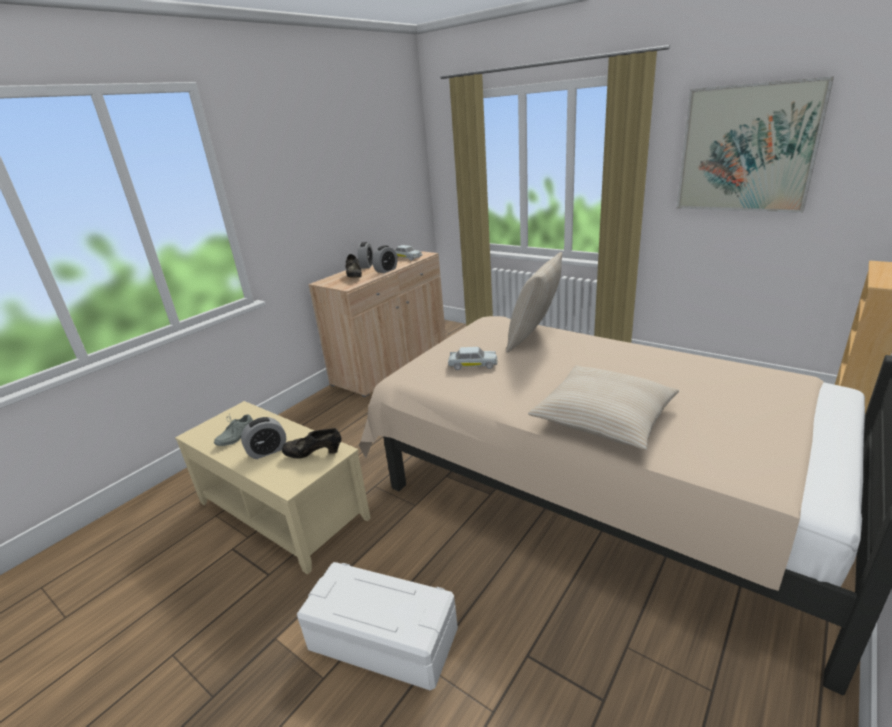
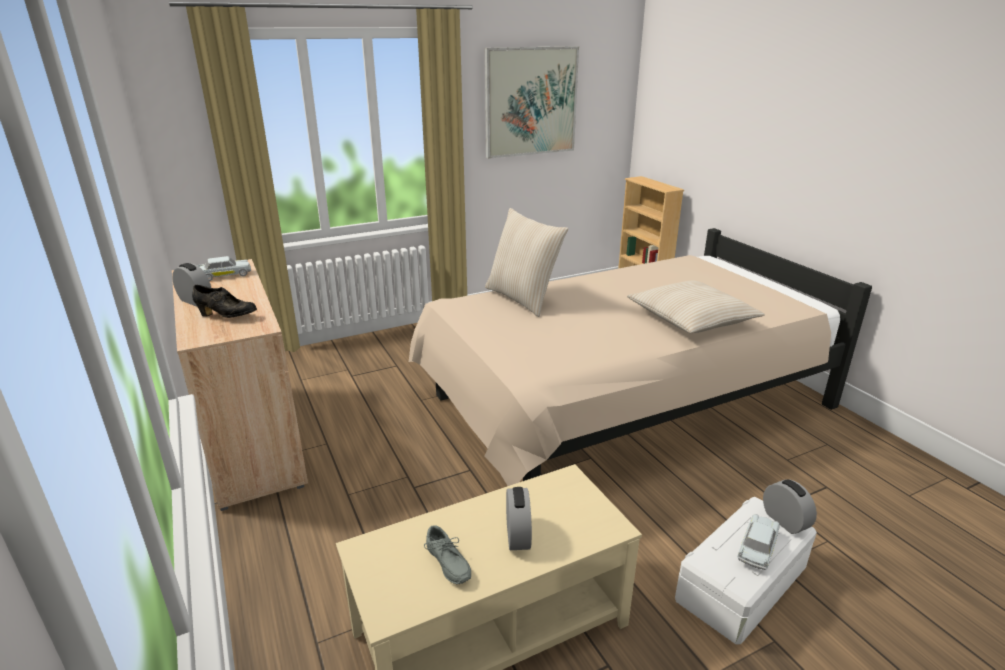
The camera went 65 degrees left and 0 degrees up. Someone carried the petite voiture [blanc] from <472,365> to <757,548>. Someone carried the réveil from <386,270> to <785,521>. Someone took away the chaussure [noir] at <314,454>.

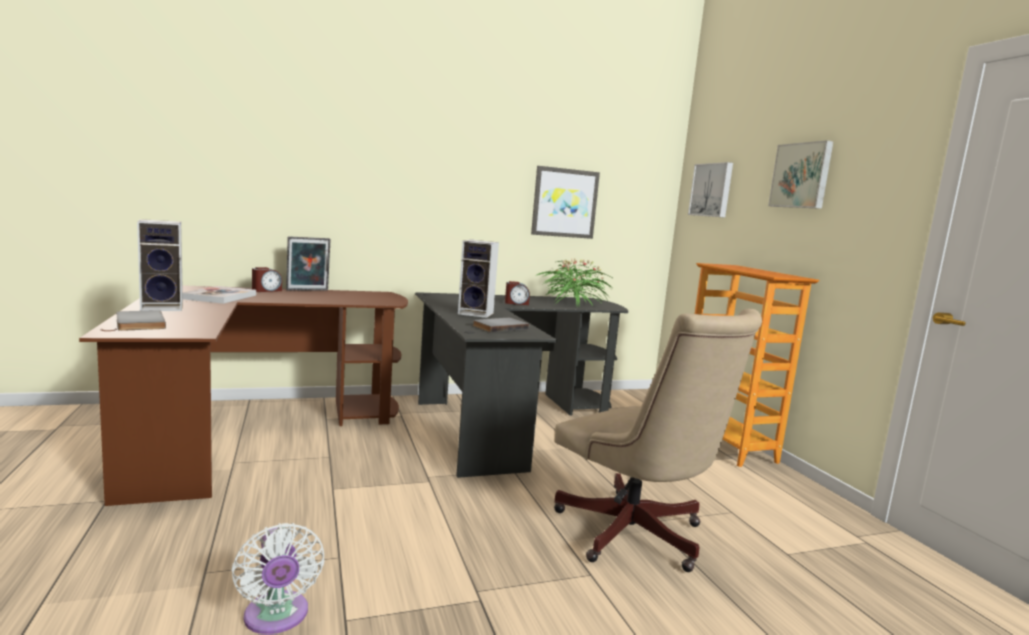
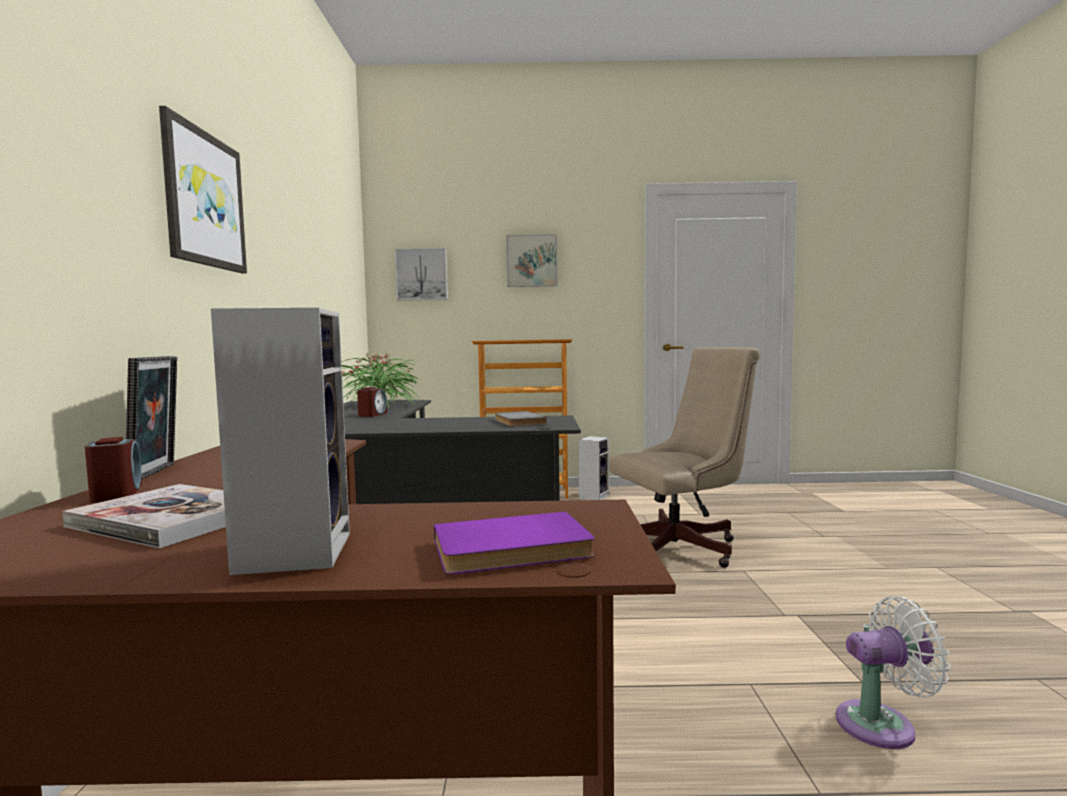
The camera went 70 degrees left and 5 degrees down. Someone carried the tableau from <564,203> to <203,199>. Someone repainted the livre [gris] at <138,323>, which became the livre [violet] at <513,550>. Someone carried the enceinte from <477,313> to <594,496>.

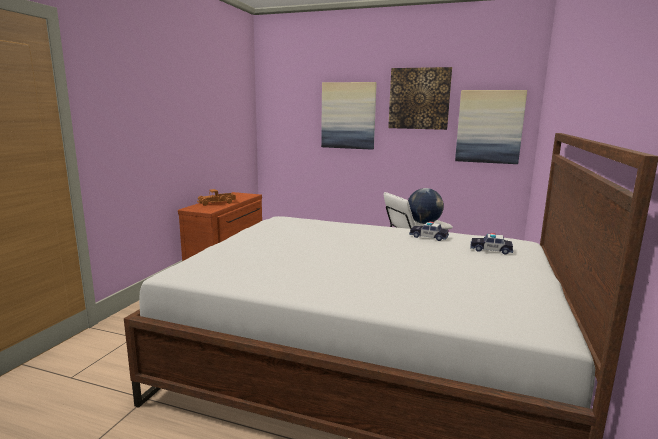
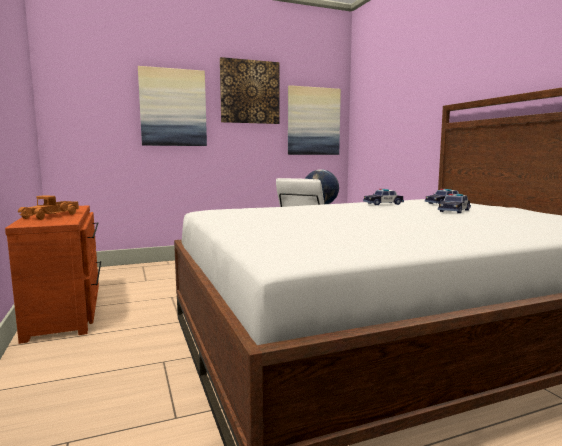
The camera went 40 degrees left and 5 degrees down. Someone put down the petite voiture at <454,211>.

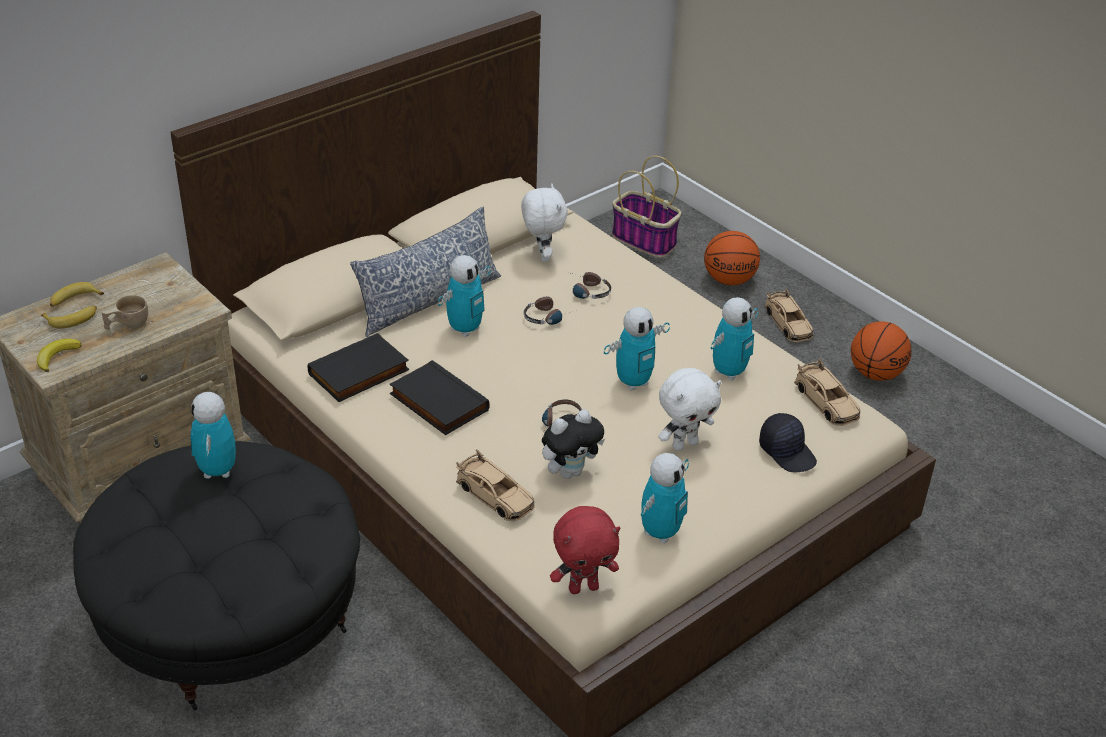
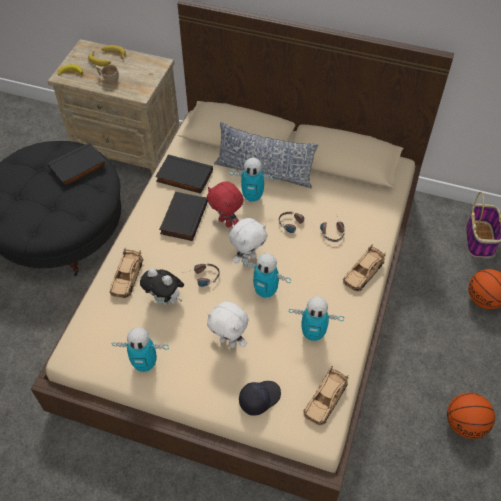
The camera went 60 degrees right and 15 degrees up. Someone swapped the robot jouet at <217,471> for the livre [noir] at <78,168>. Someone carried the peluche [rouge] from <583,587> to <226,222>. Someone carried the peluche [blanc] from <542,256> to <248,258>. Someone rotated the casquette [noir] at <787,452> by 150 degrees counterclockwise. Someone carried the petite voiture [beige] from <788,323> to <363,272>.

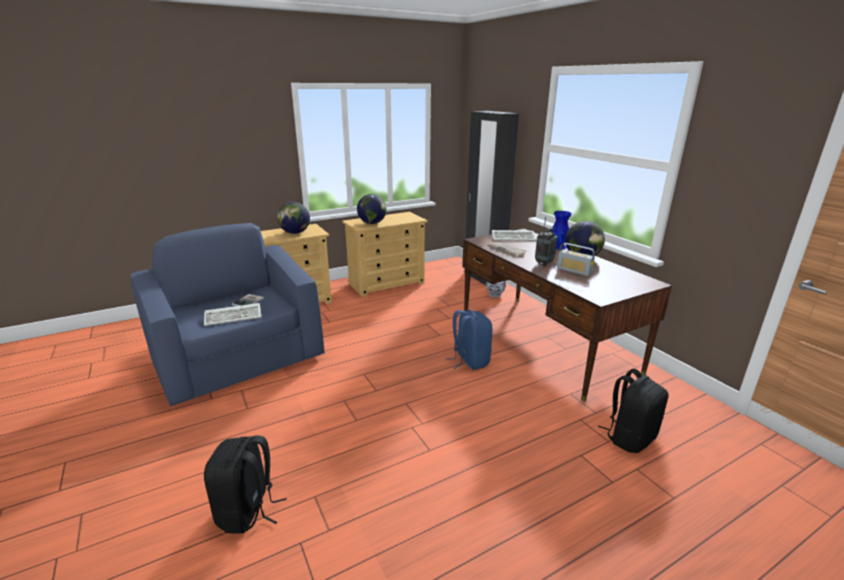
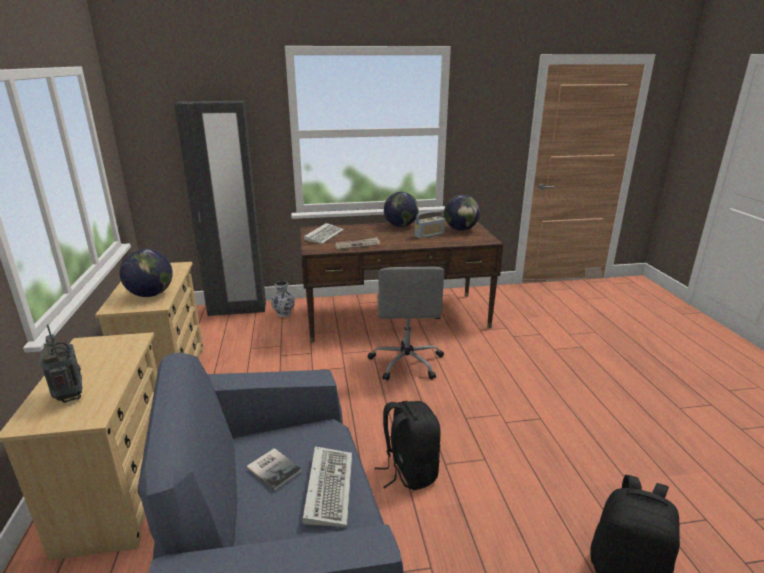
The camera went 70 degrees left and 0 degrees up. Someone carried the radio from <544,264> to <70,396>. Someone swapped the sac à dos [bleu] at <469,360> for the chaise de bureau [gris] at <406,362>. Someone carried the sac à dos [noir] from <629,437> to <409,471>. Someone carried the globe from <295,233> to <460,229>. Someone took away the vase [bleu] at <558,246>.

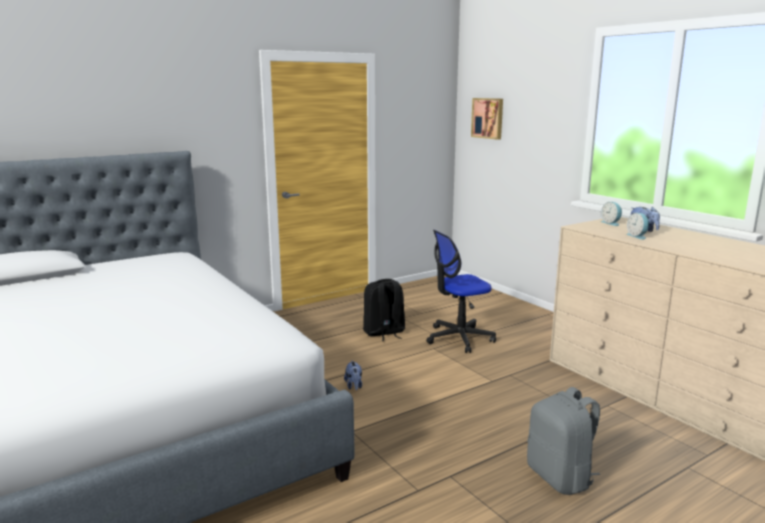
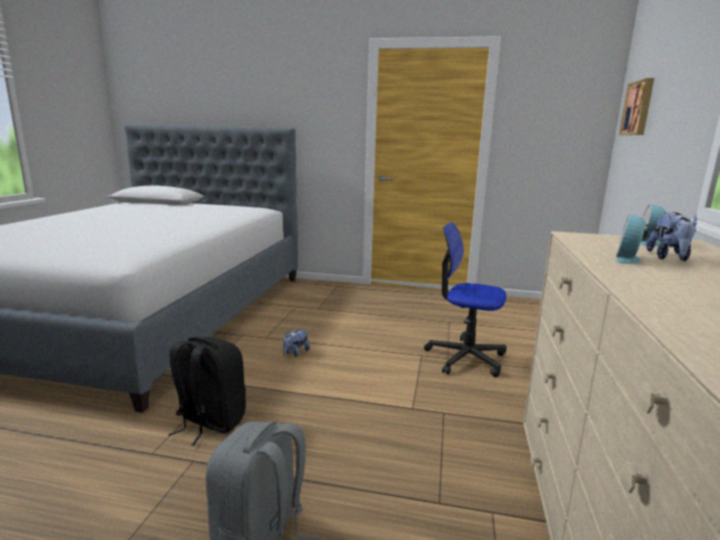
The camera went 45 degrees right and 0 degrees up. Someone carried the sac à dos [noir] from <384,333> to <209,422>.

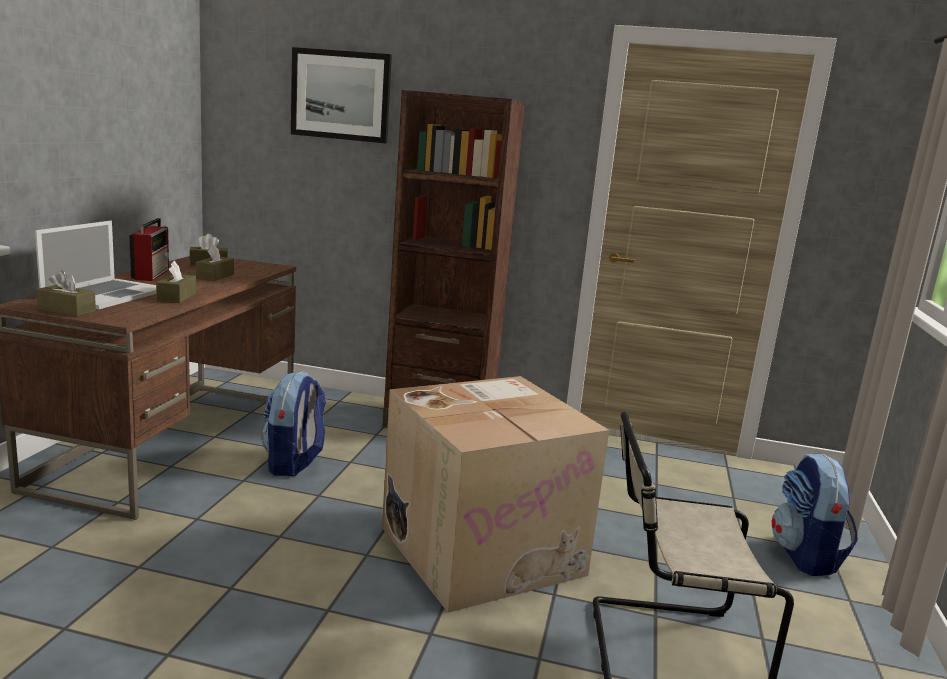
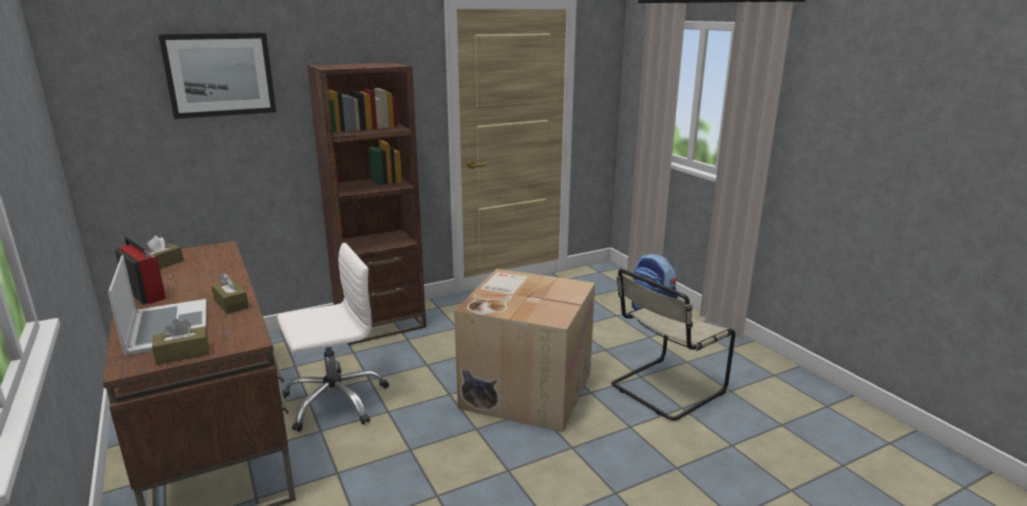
The camera went 40 degrees left and 5 degrees up. Someone swapped the sac à dos at <294,463> for the chaise de bureau [blanc] at <334,400>. Someone took away the boîte à mouchoirs [marron] at <215,276>.

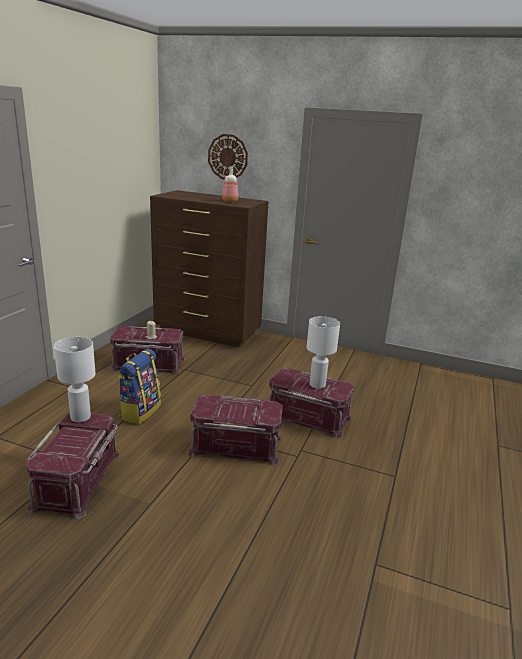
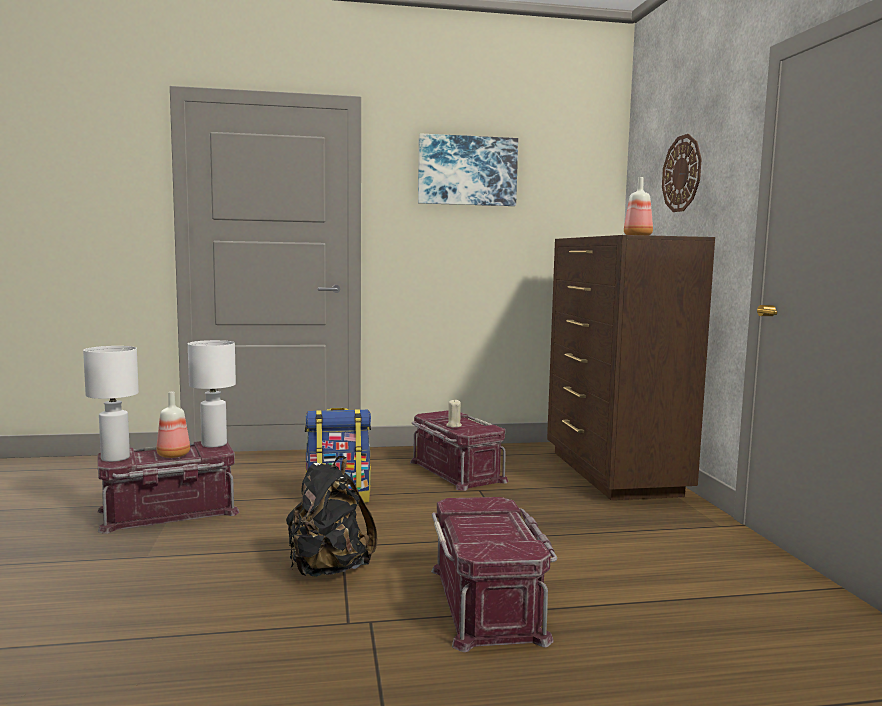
The camera went 60 degrees right and 15 degrees down. Someone carried the lampe de table [blanc] from <317,385> to <115,458>. Someone put down the bouteille at <172,455>. Someone swapped the boîte de rangement [rouge] at <236,445> for the sac à dos [noir] at <327,569>. Someone put up the tableau at <467,171>.

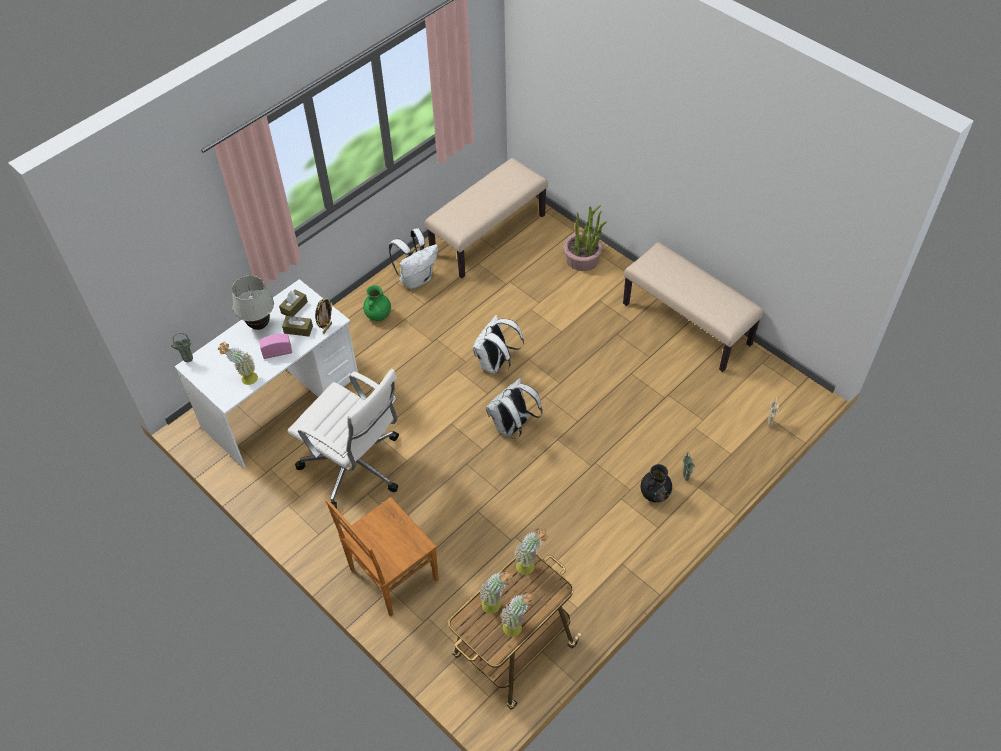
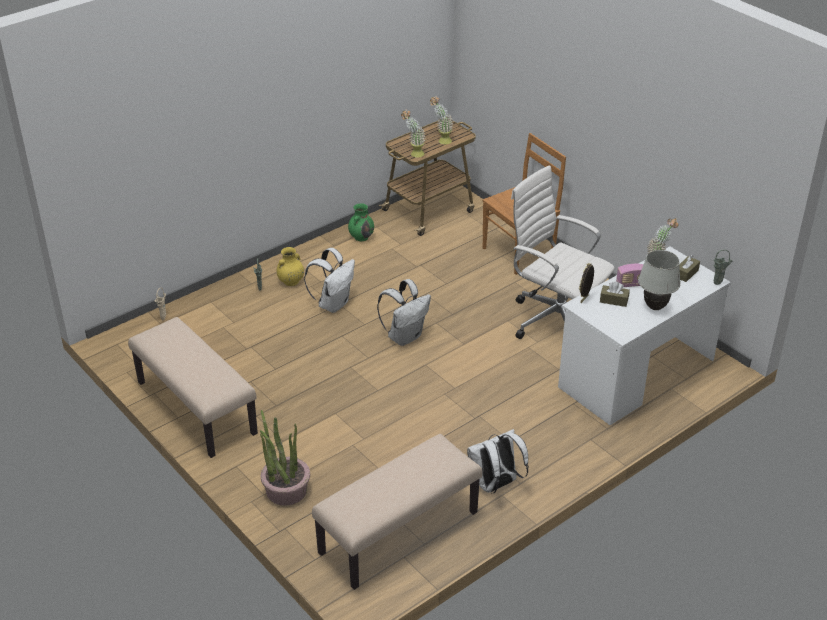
The camera went 175 degrees left and 15 degrees down. Someone repainted the vase [noir] at <655,494>, which became the vase [jaune] at <290,282>. Someone carried the sac à dos [blanc] from <495,364> to <333,304>. Someone carried the vase [vert] from <378,316> to <361,237>. Someone carried the boîte à mouchoirs [marron] from <294,307> to <686,273>. Someone took away the plante en pot at <517,627>.

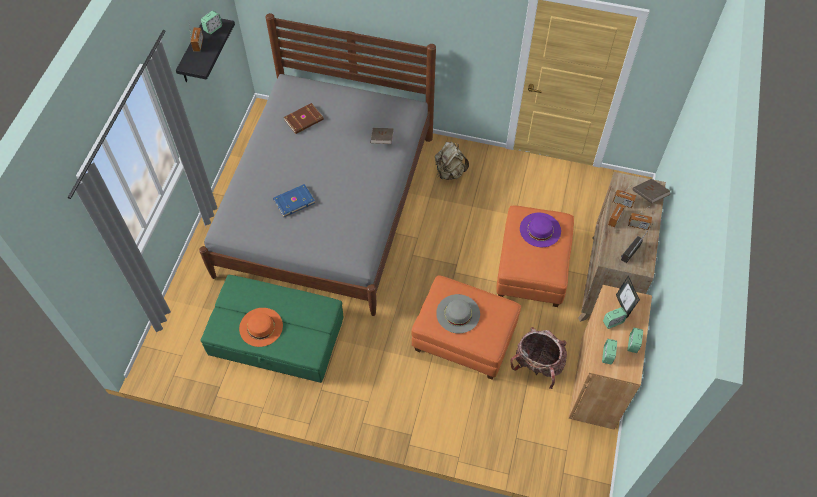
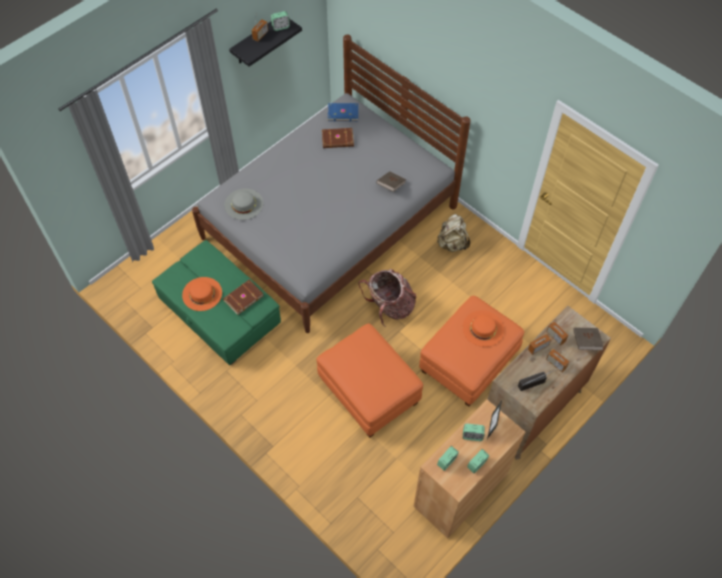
The camera went 30 degrees right and 0 degrees up. Someone put down the livre [marron] at <242,297>. Someone carried the chapeau [gris] from <458,313> to <244,204>. Someone carried the livre [bleu] from <293,201> to <342,113>. Someone carried the sac à dos from <537,365> to <389,307>. Someone repainted the chapeau [violet] at <540,229>, which became the chapeau [orange] at <483,328>.

